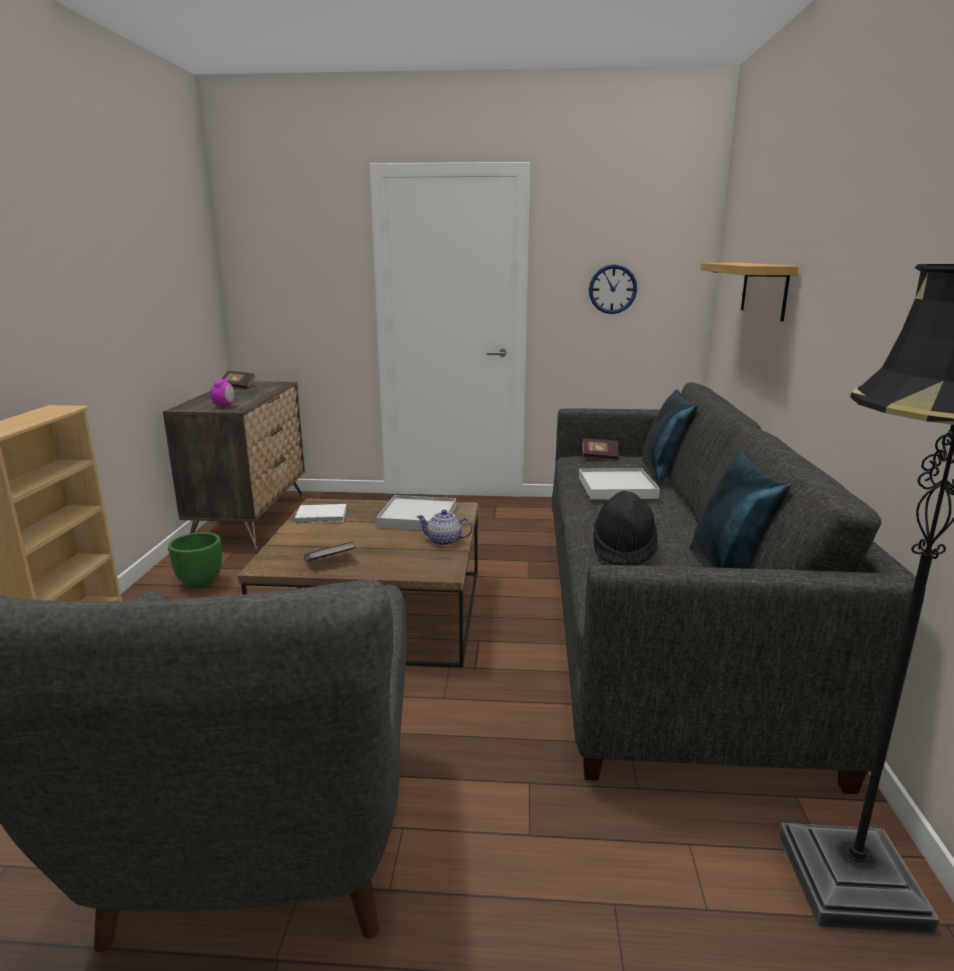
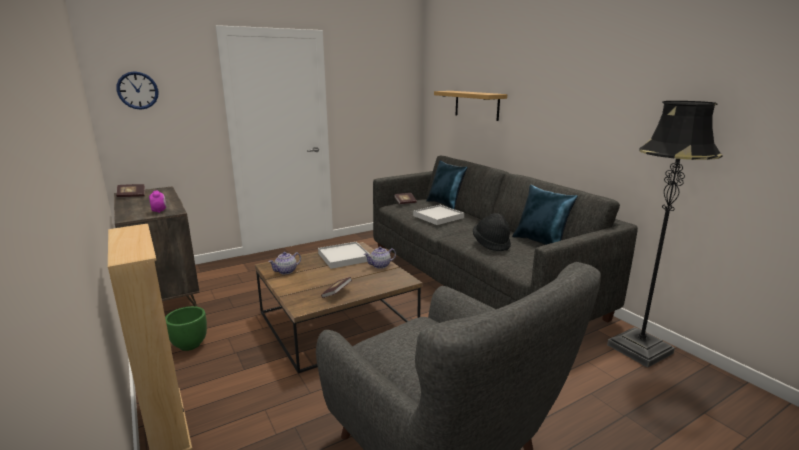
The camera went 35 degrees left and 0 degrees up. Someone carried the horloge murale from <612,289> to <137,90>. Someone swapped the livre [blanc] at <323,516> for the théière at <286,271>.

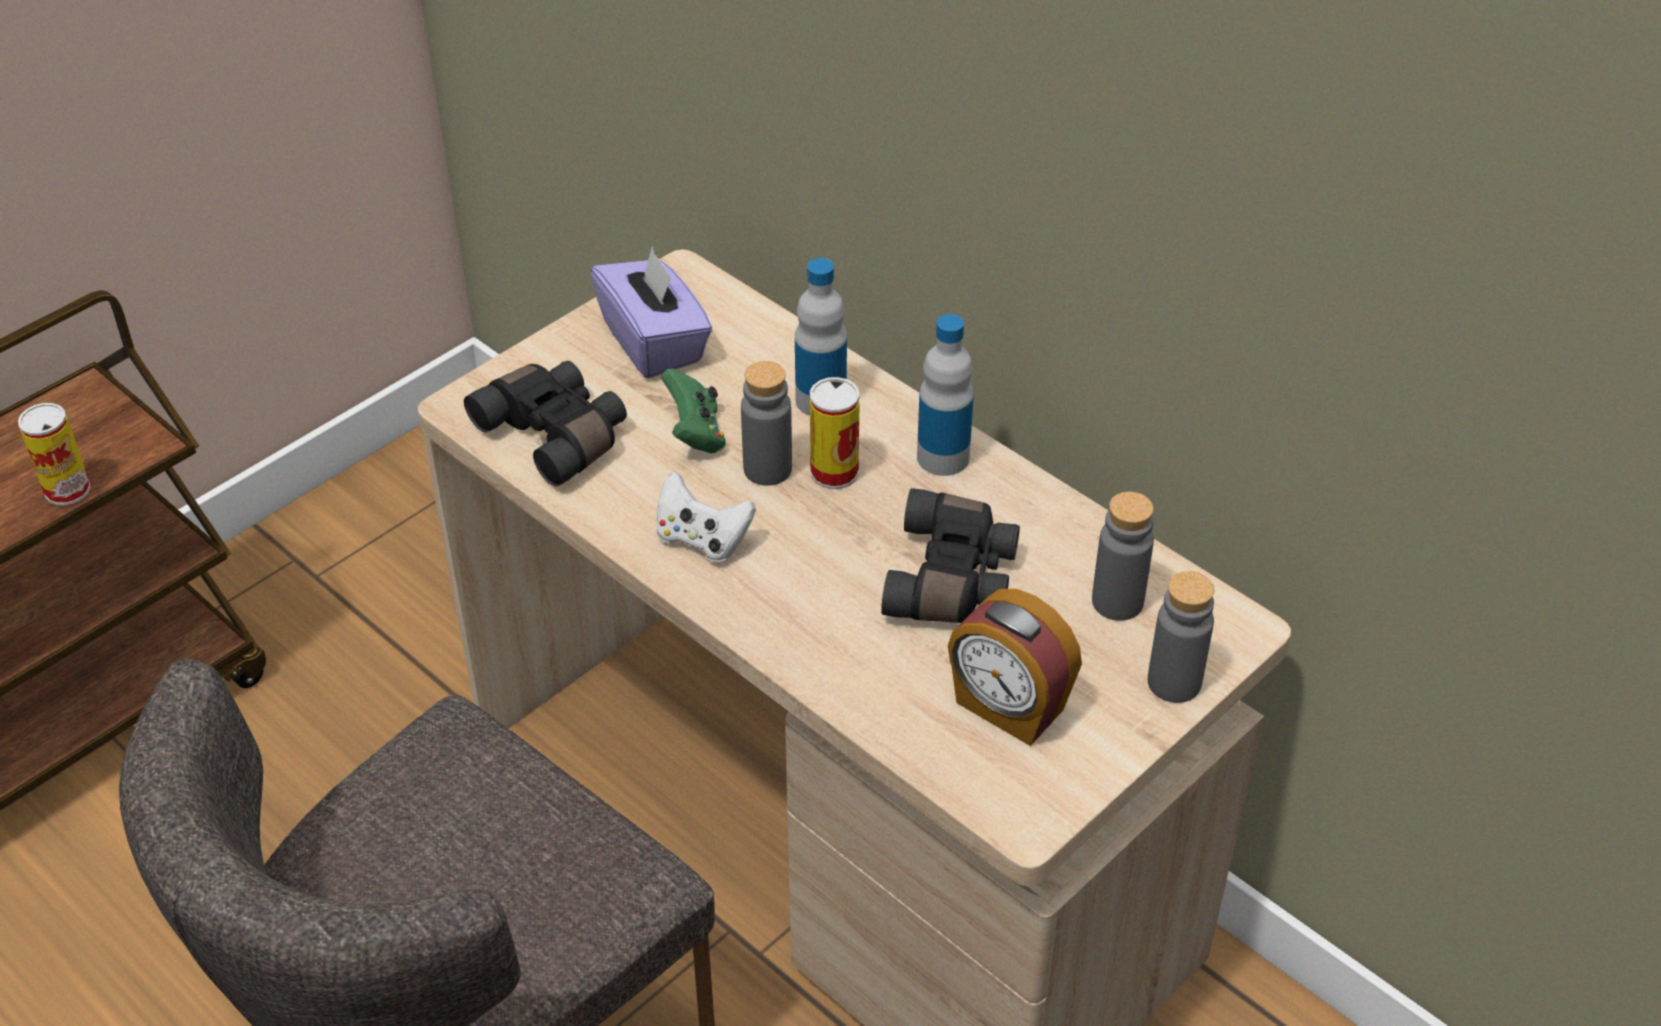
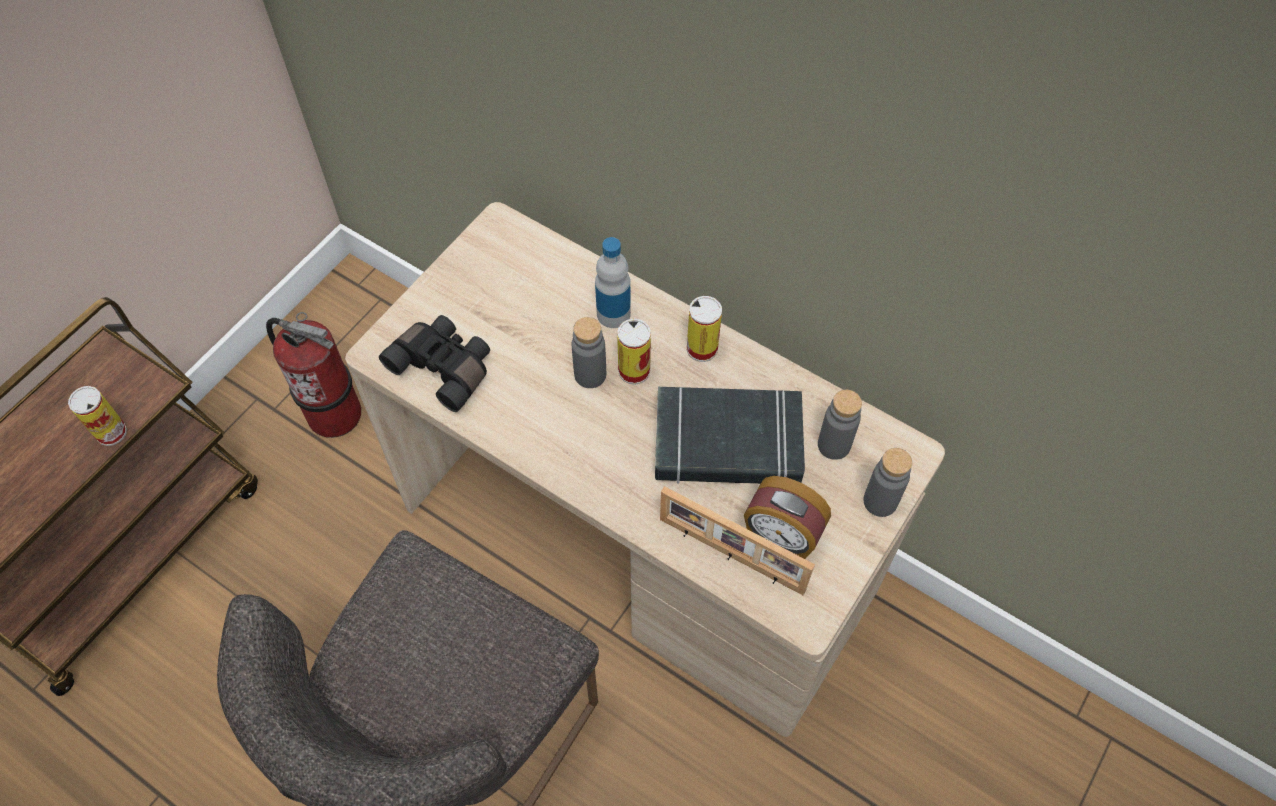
The camera went 10 degrees left and 15 degrees up. Someone put down the extincteur at <334,413>. Someone swapped the jumelles [noir] at <954,579> for the livre [noir] at <727,443>. Someone put down the cadre photo at <730,556>. Someone swapped the bouteille at <943,457> for the boîte métallique at <702,348>. Someone took away the boîte à mouchoirs [violet] at <655,343>. Someone took away the manette [blanc] at <702,540>. Someone took away the manette [vert] at <695,434>.

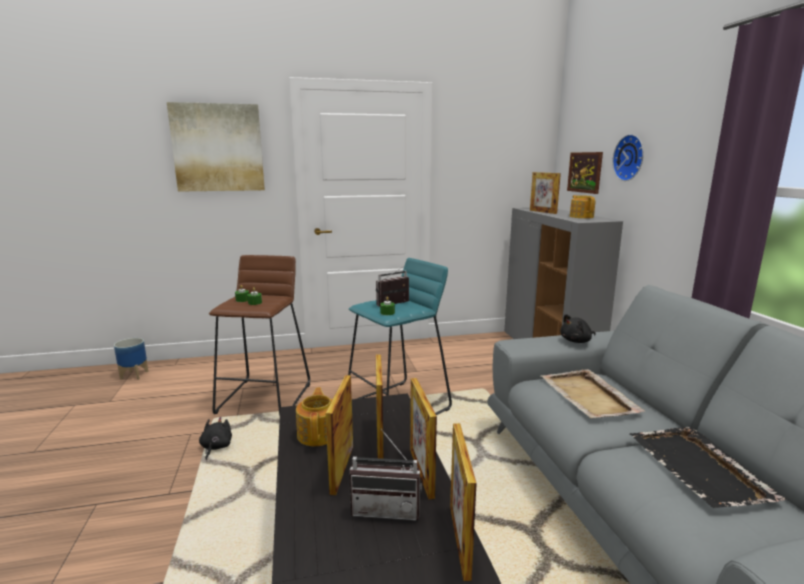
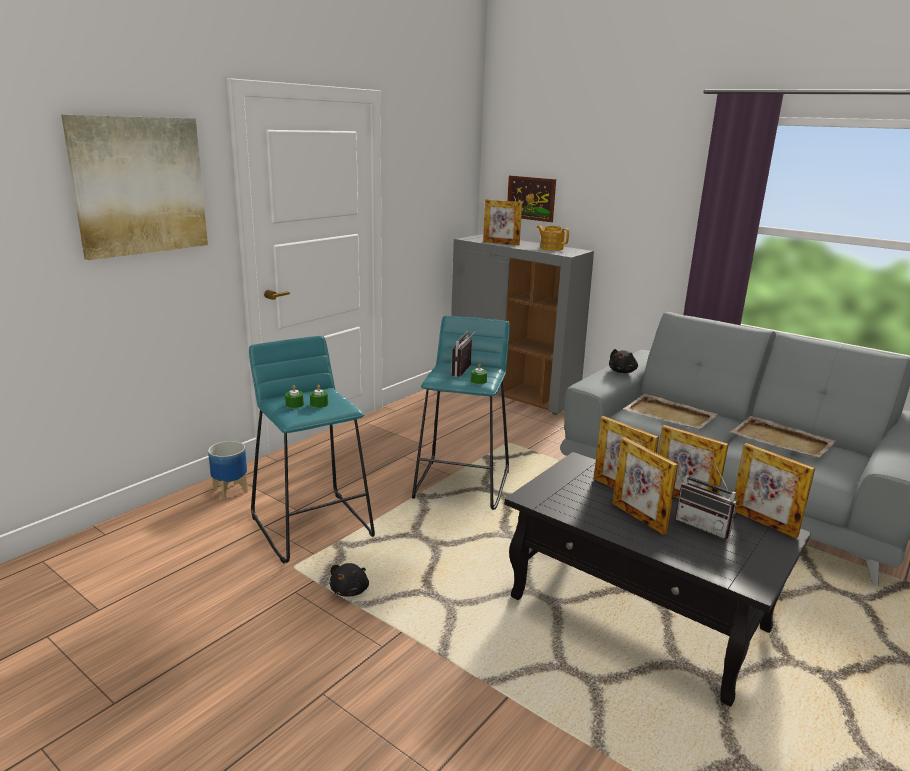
The camera went 40 degrees left and 5 degrees up. Someone carried the cache-pot from <134,375> to <230,490>. Someone repainted the tabouret [marron] at <265,398>, which became the tabouret [turquoise] at <313,525>. Someone rotated the peluche [noir] at <216,447> by 120 degrees counterclockwise. Someone rotated the radio at <387,508> by 75 degrees clockwise. Someone repainted the plateau [noir] at <699,469>, which became the plateau [beige] at <782,440>. Someone took away the théière at <318,434>. Someone took away the horloge murale at <630,158>.

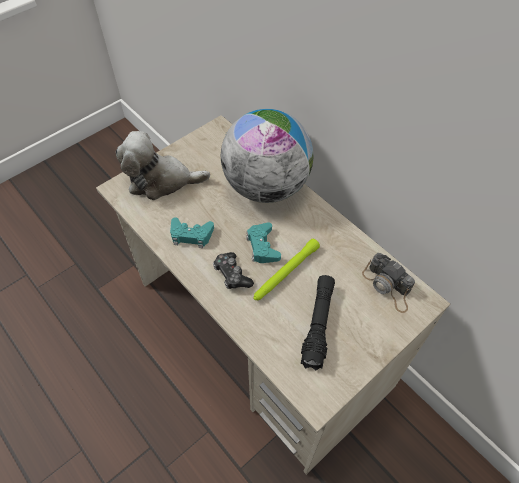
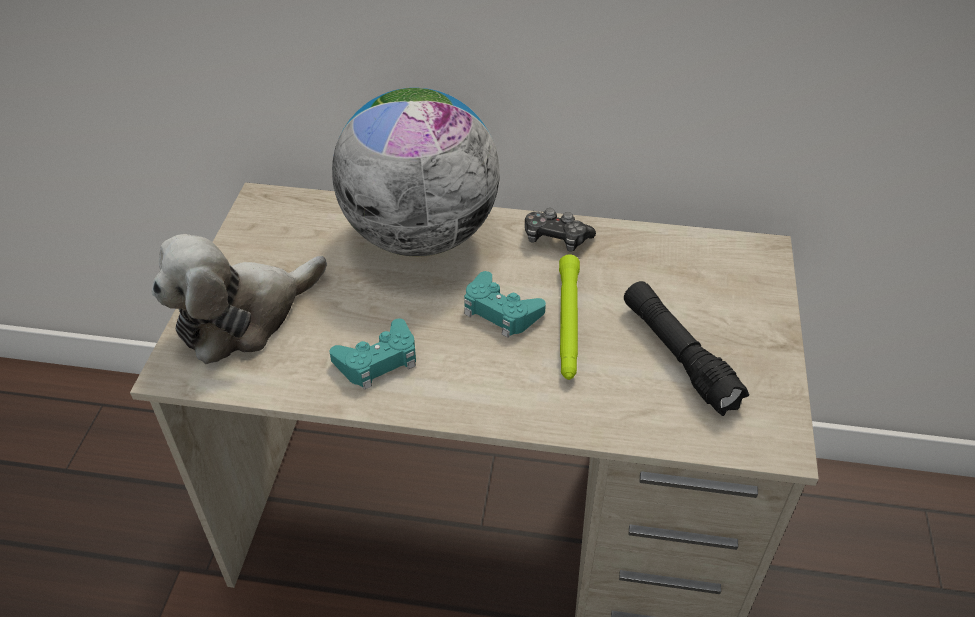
The camera went 40 degrees left and 10 degrees down. Someone carried the manette from <232,275> to <555,238>. Someone took away the appareil photo at <388,287>.

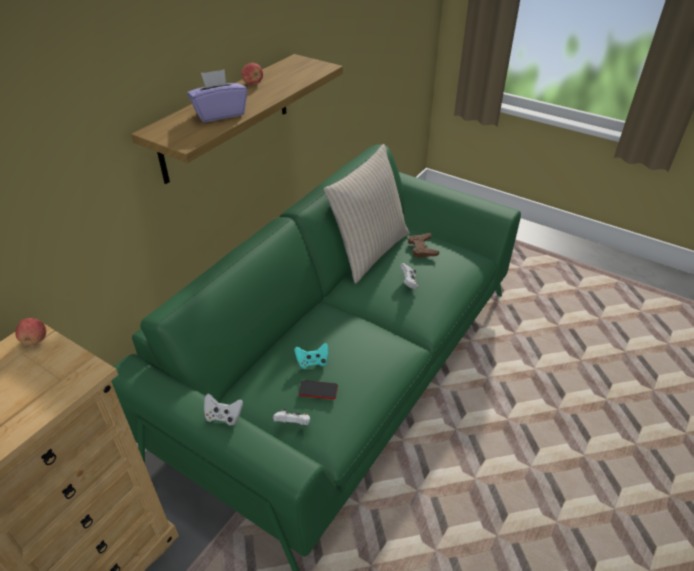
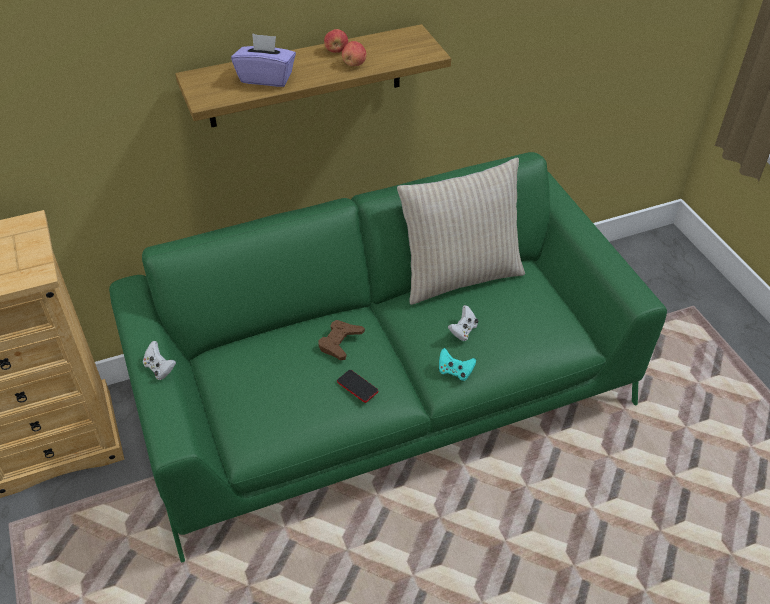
The camera went 35 degrees right and 5 degrees up. Someone carried the manette [marron] from <422,248> to <340,342>. Someone carried the téléphone from <318,390> to <357,386>. Someone carried the pomme from <35,340> to <354,64>. Someone carried the manette [turquoise] from <312,362> to <455,371>. Someone took away the manette [blanc] at <293,424>.

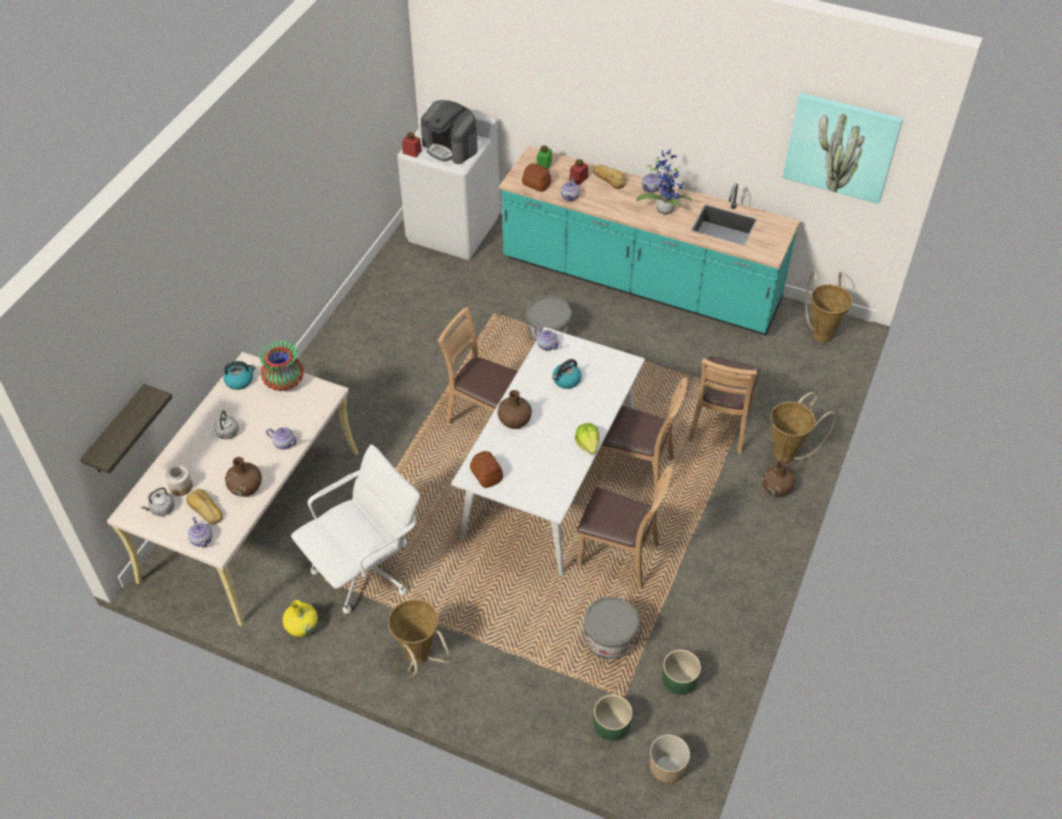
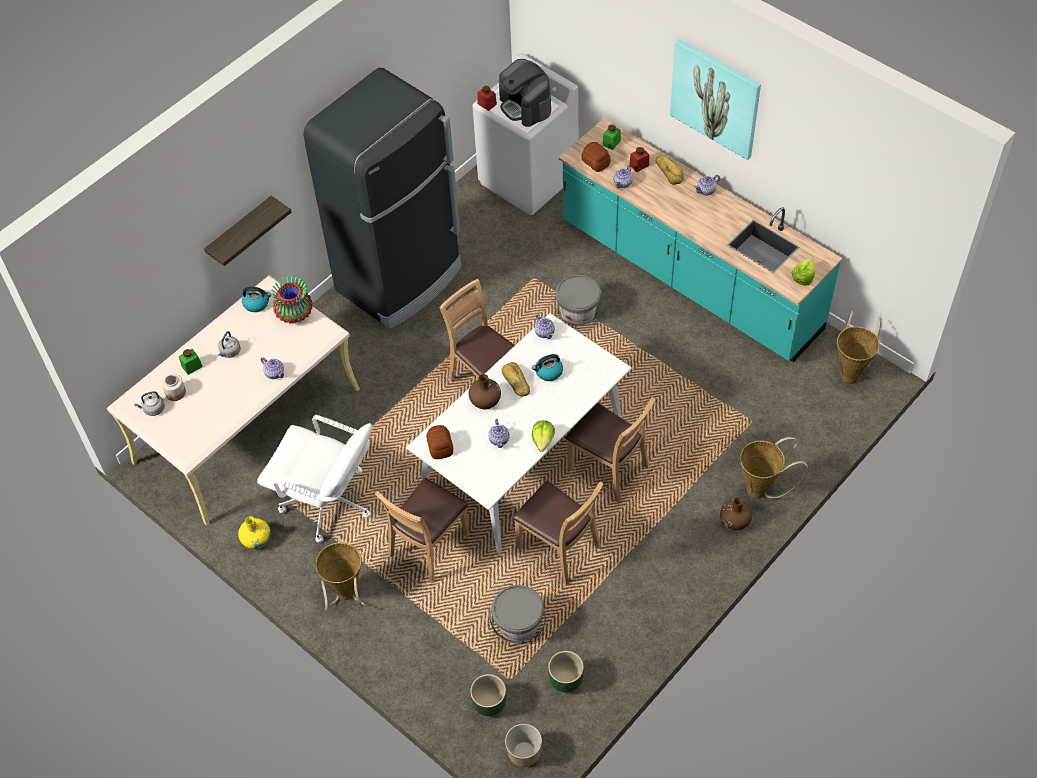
The camera went 20 degrees right and 5 degrees up. Someone put down the bocal [vert] at <192,366>. Someone carried the étagère from <117,432> to <240,232>. Someone rotated the chaise de bureau [blanc] at <366,571> by 45 degrees clockwise. Someone put down the réfrigérateur [noir] at <400,279>. Someone carried the chaise [marron] from <720,425> to <429,547>. Someone carried the théière from <202,539> to <499,439>. Someone carried the pain from <205,510> to <515,382>. Someone carried the tableau from <841,147> to <716,98>. Someone put down the laitue at <803,277>. Someone took away the vase [marron] at <246,488>. Someone took away the plante en pot at <664,207>.

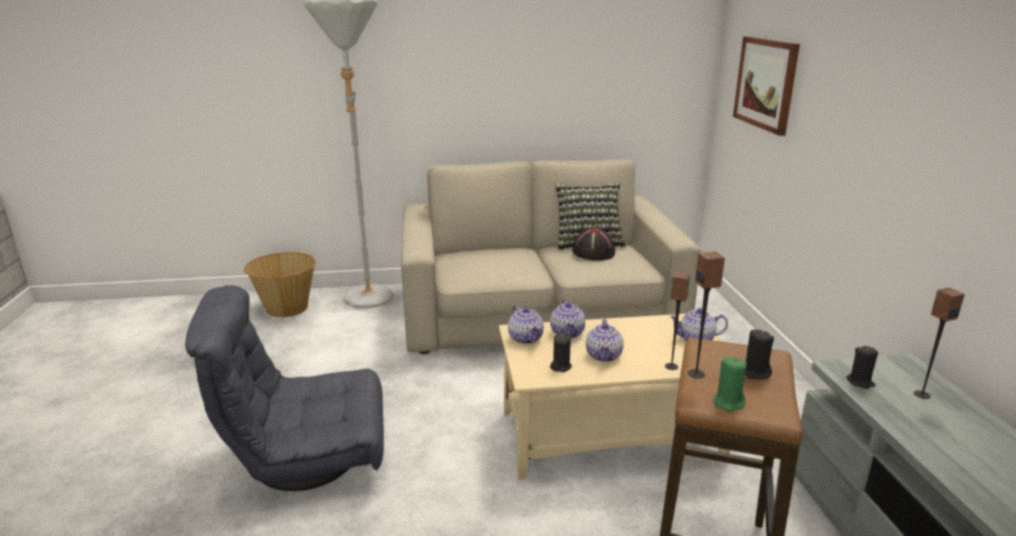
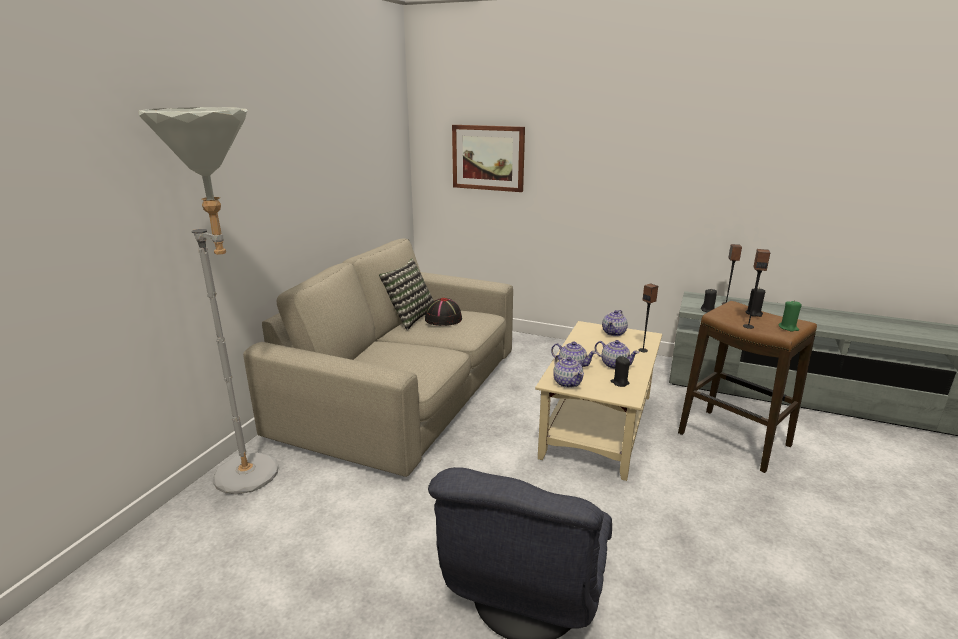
The camera went 60 degrees left and 0 degrees up. Someone rotated the théière at <525,338> by 60 degrees clockwise. Someone took away the panier at <286,308>.

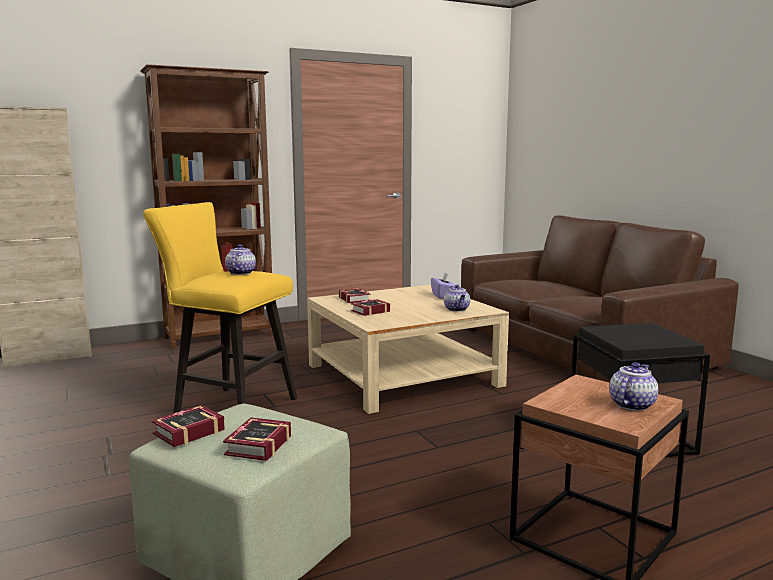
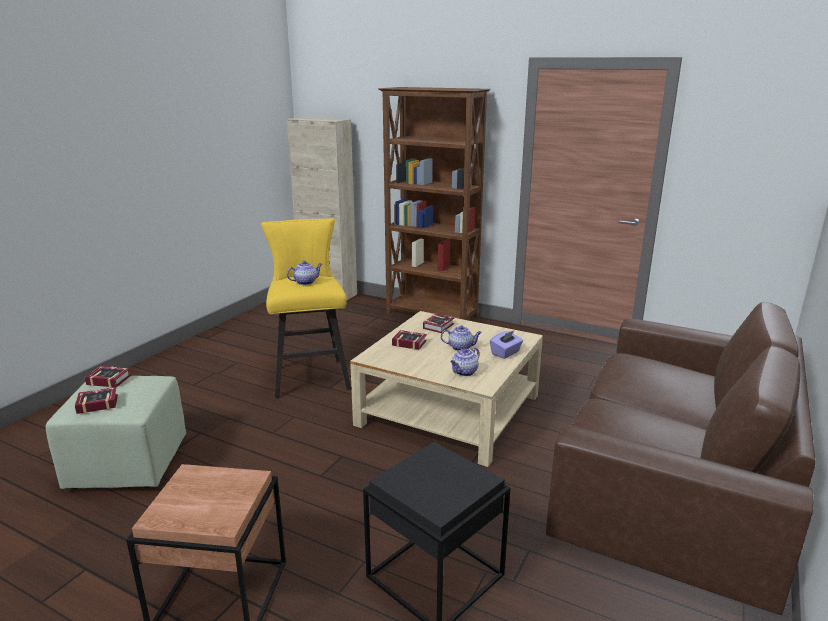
The camera went 55 degrees right and 10 degrees up. Someone carried the théière from <631,404> to <461,347>.

